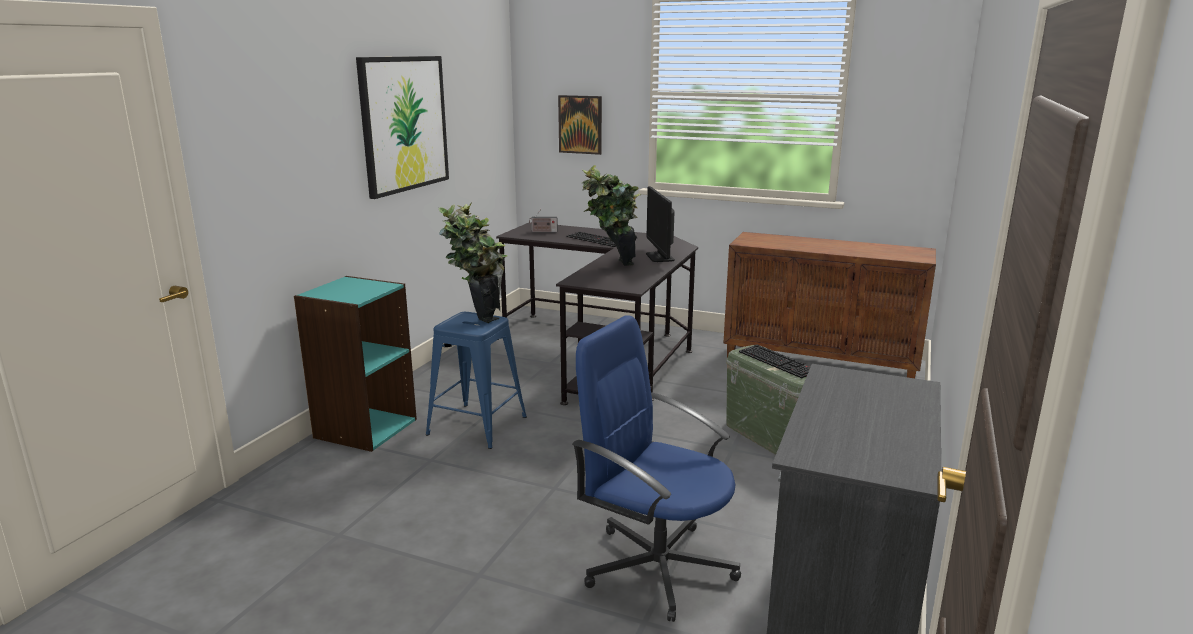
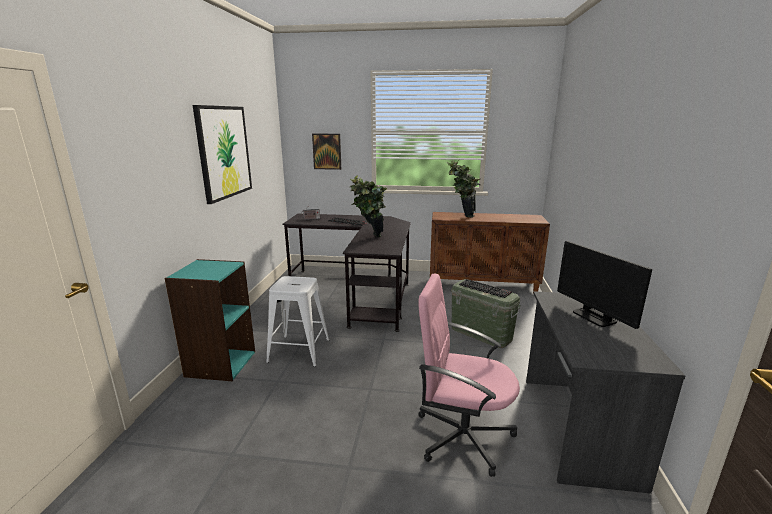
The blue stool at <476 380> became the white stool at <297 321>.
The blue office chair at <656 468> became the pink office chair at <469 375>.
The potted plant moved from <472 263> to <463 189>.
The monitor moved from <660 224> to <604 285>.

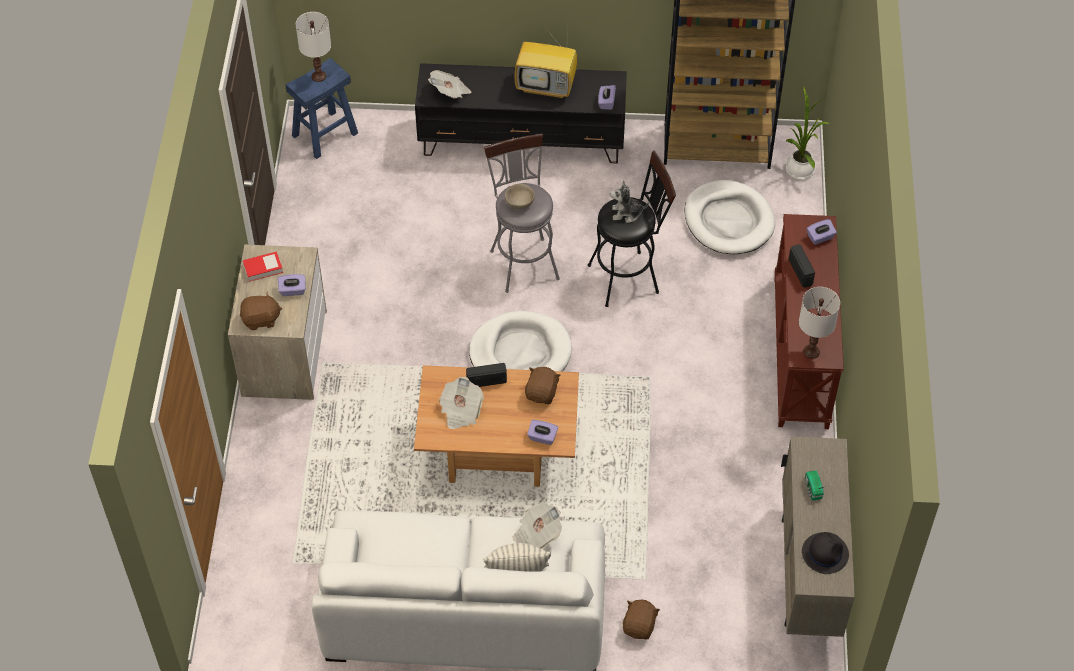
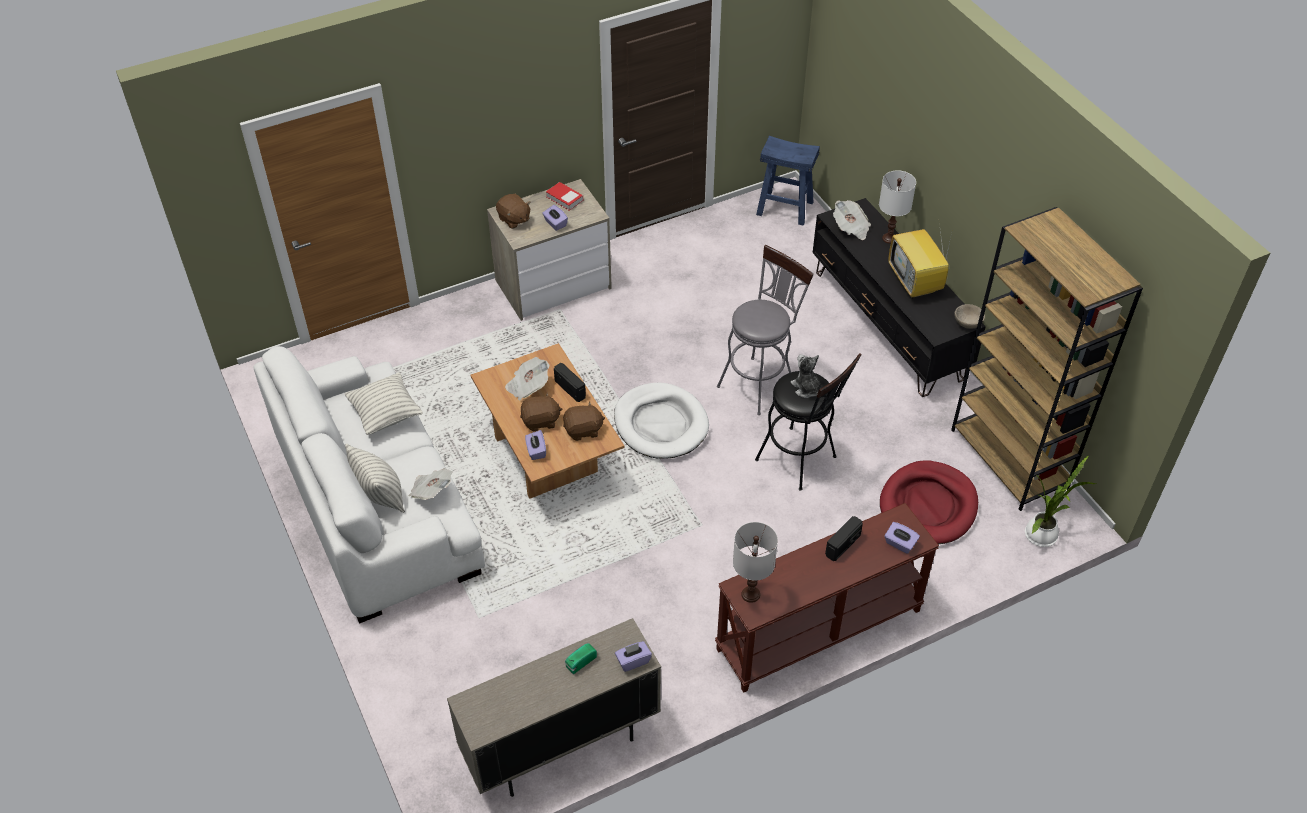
The pillow at <383 403> appeared.
The brown plush toy moved from <641 619> to <541 411>.
The purple tissue box moved from <607 97> to <633 656>.
The white table lamp moved from <313 47> to <897 207>.
The white dog bed at <729 217> became the red dog bed at <929 502>.
The beige bowl moved from <519 196> to <969 316>.
The black hat at <825 553> disappeared.

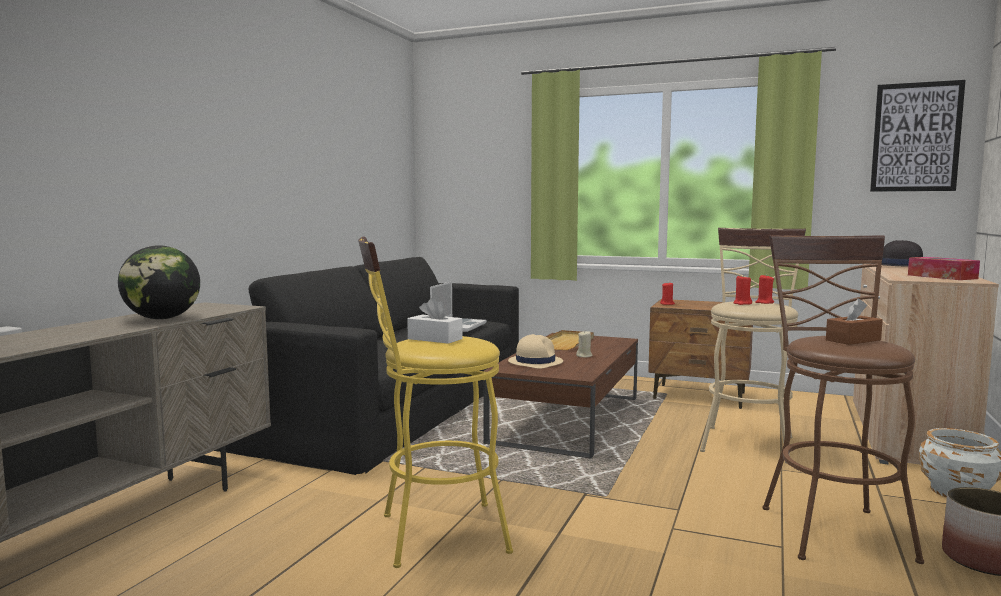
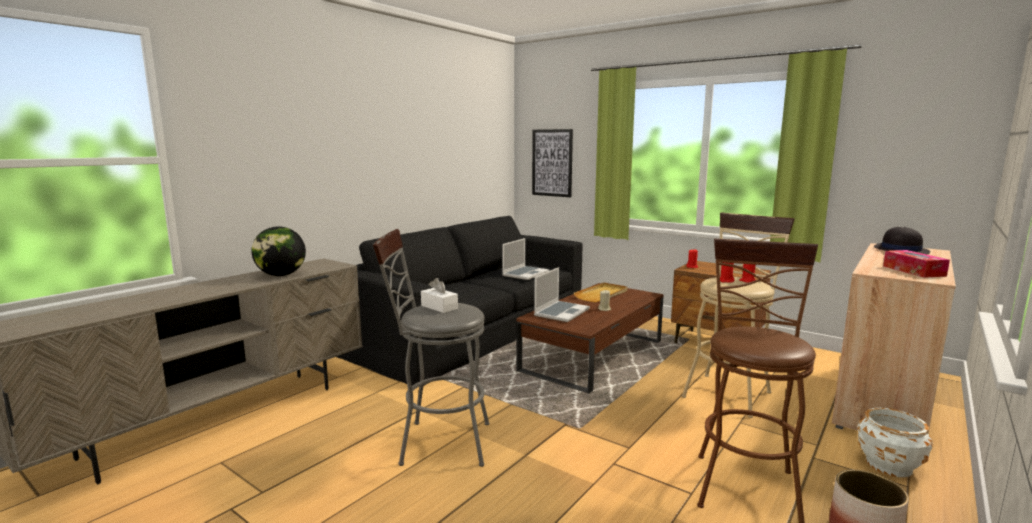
The yellow stool at <435 402> became the grey stool at <431 348>.
The picture moved from <917 136> to <552 163>.
The beige hat at <535 351> was replaced by the laptop at <562 294>.
The brown tissue box at <854 322> disappeared.

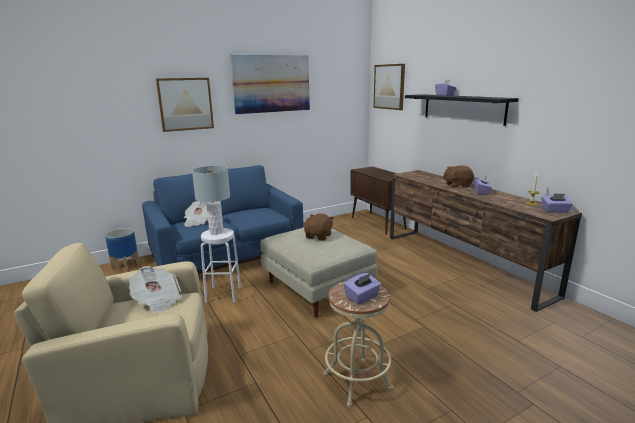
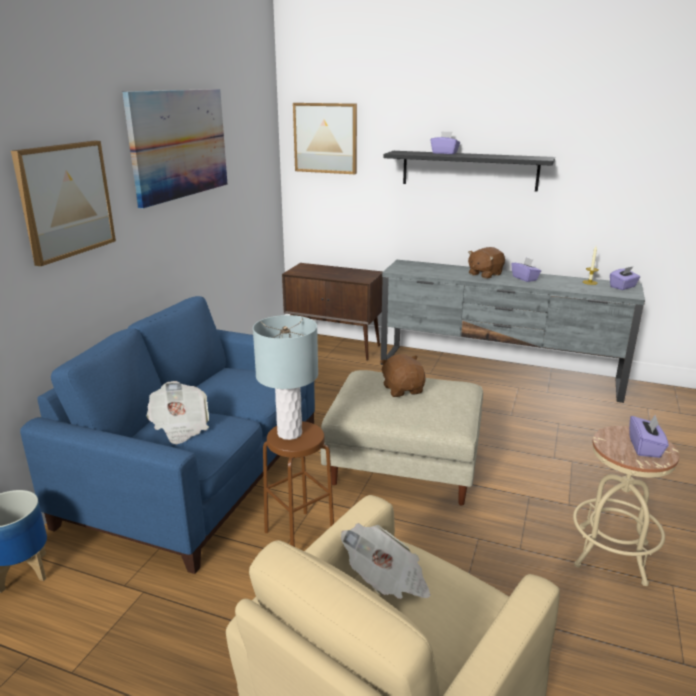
The white stool at <221 265> became the brown stool at <298 484>.
The brown tv stand at <486 241> became the grey tv stand at <513 331>.

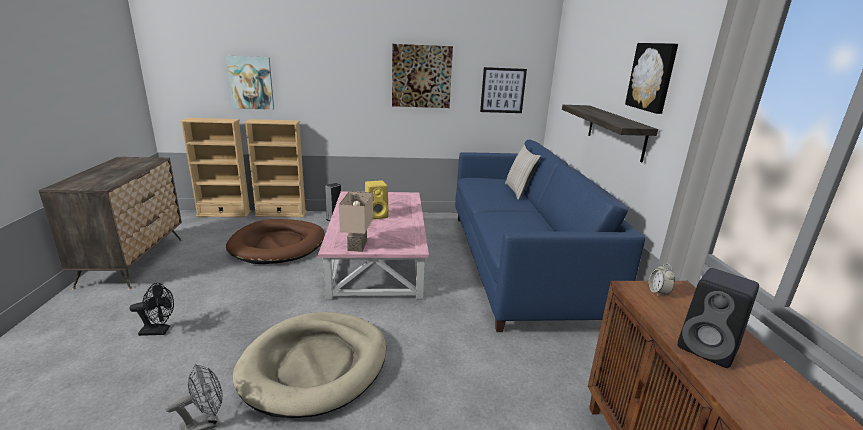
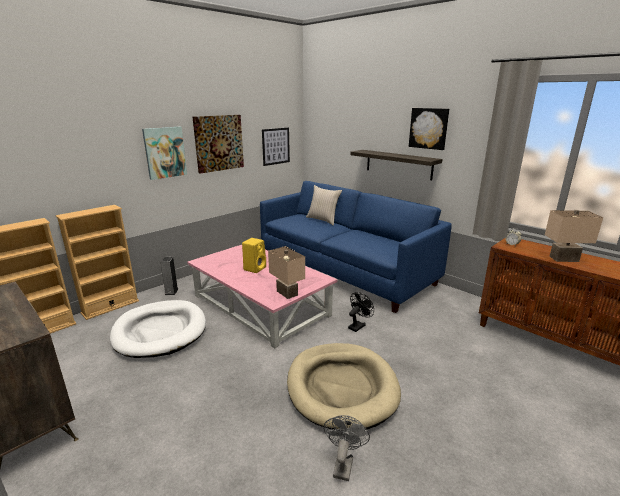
The brown dog bed at <275 241> became the white dog bed at <158 329>.
The picture moved from <250 83> to <164 153>.
The black fan moved from <151 309> to <361 312>.
The black speaker at <718 318> was replaced by the beige table lamp at <574 236>.

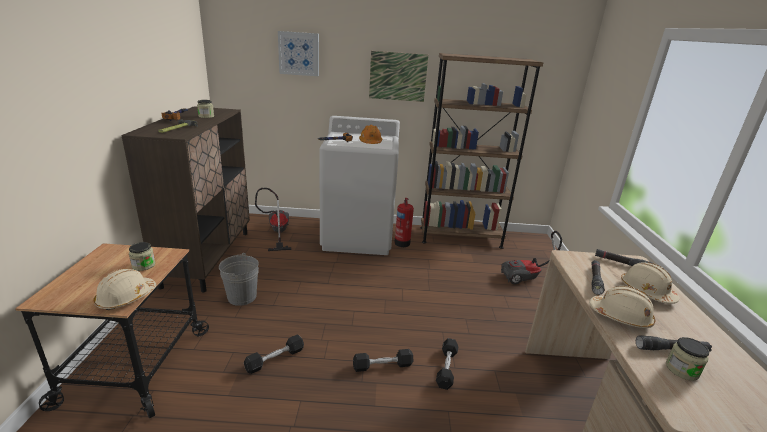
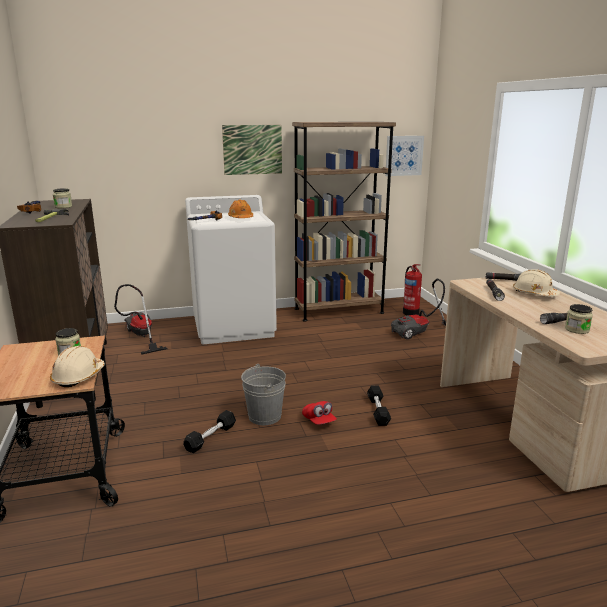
The grey bucket moved from <239 279> to <263 394>.
The black dumbbell at <383 360> was replaced by the red cap at <319 413>.
The picture moved from <298 53> to <404 156>.
The fire extinguisher moved from <404 222> to <412 290>.
The beige hard hat at <622 307> disappeared.

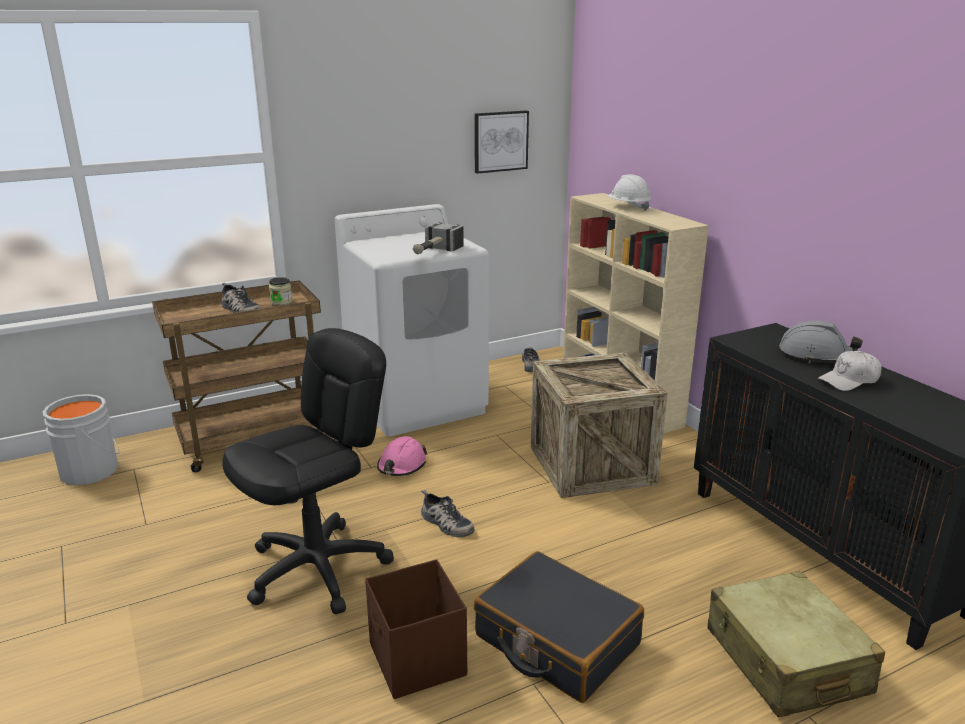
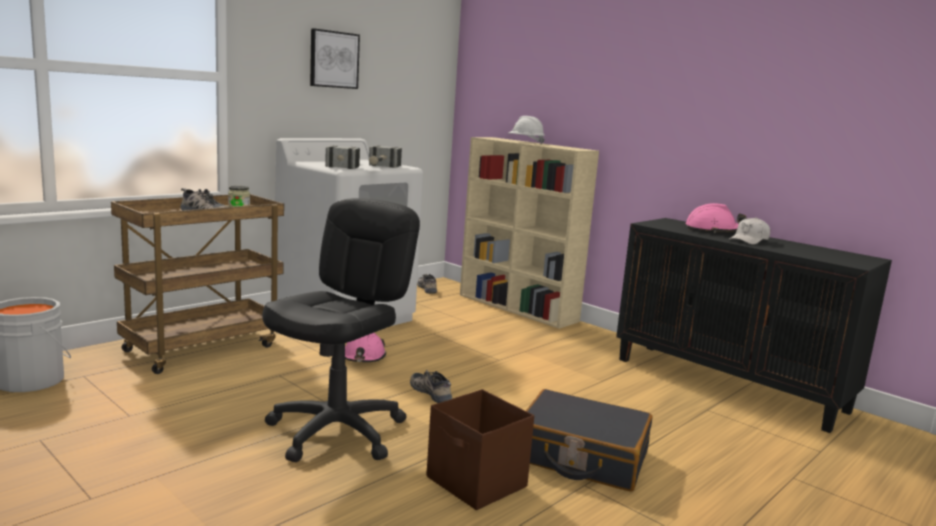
The picture moved from <501 142> to <335 58>.
The hammer at <342 157> appeared.
The shoe at <448 514> turned 150 degrees counterclockwise.
The grey hard hat at <821 342> became the pink hard hat at <716 218>.
The crate at <599 425> disappeared.
The beige suitcase at <796 644> disappeared.

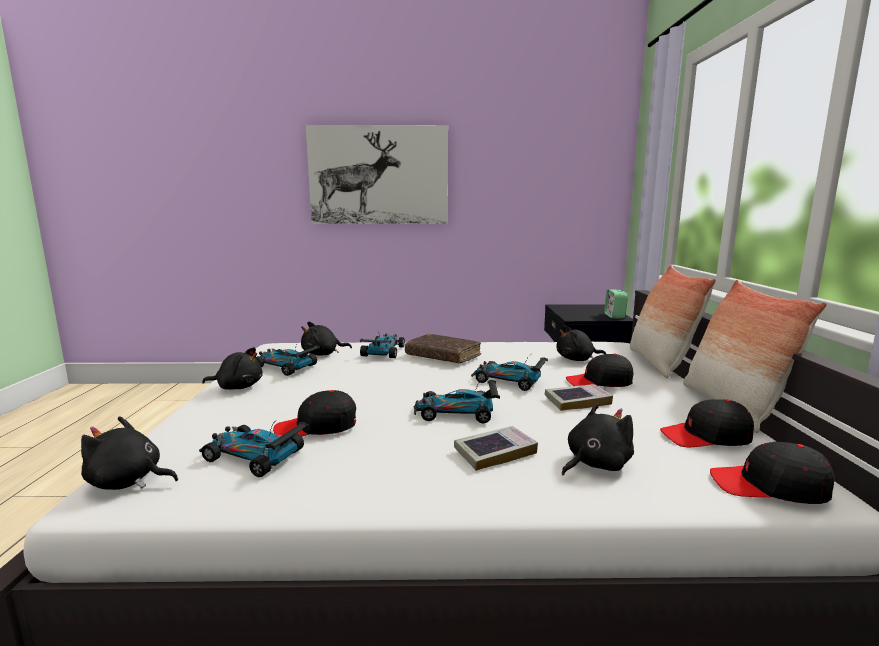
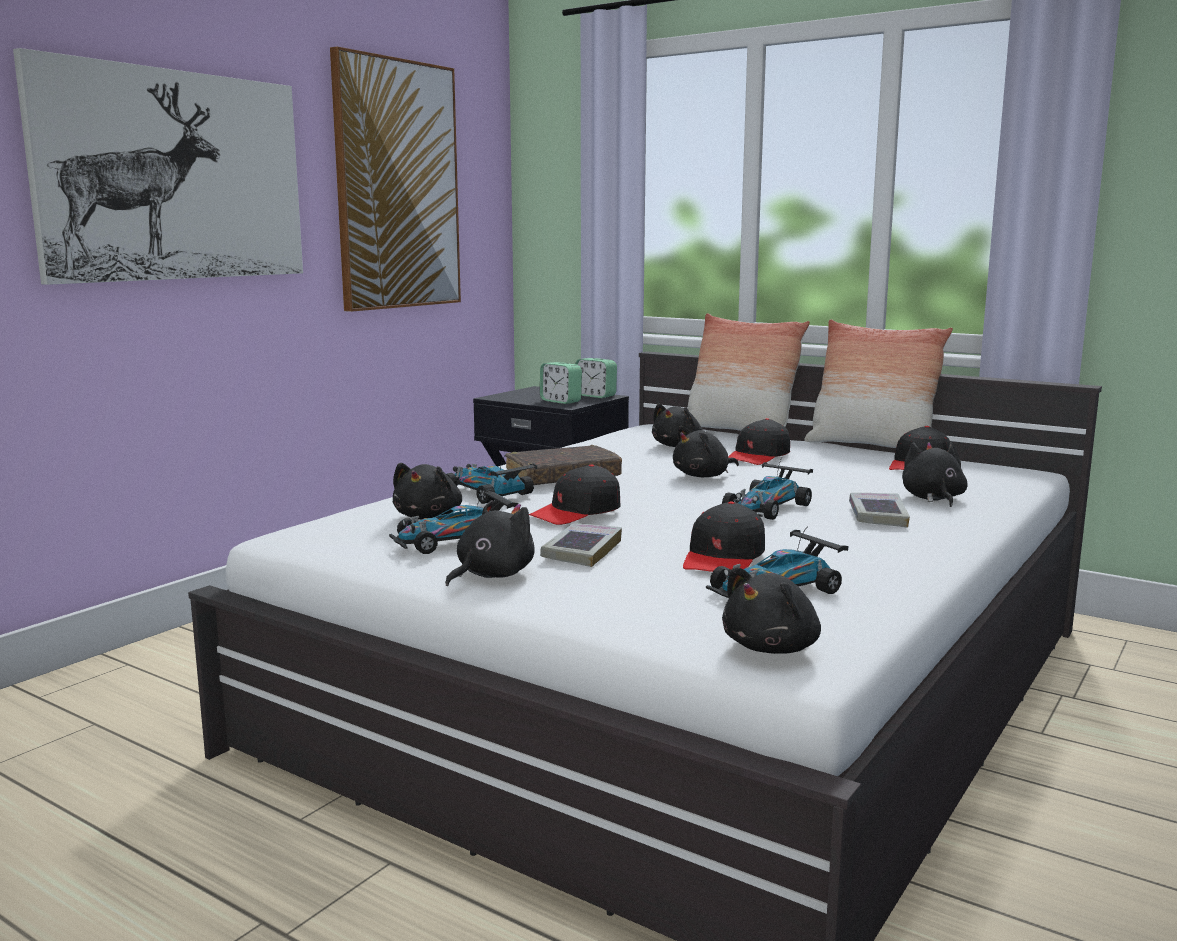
The picture at <395 179> appeared.
The black cap moved from <772 473> to <575 494>.
The alarm clock at <561 383> appeared.
The book moved from <579 397> to <581 545>.
The toy car at <509 372> was replaced by the black plush toy at <706 451>.

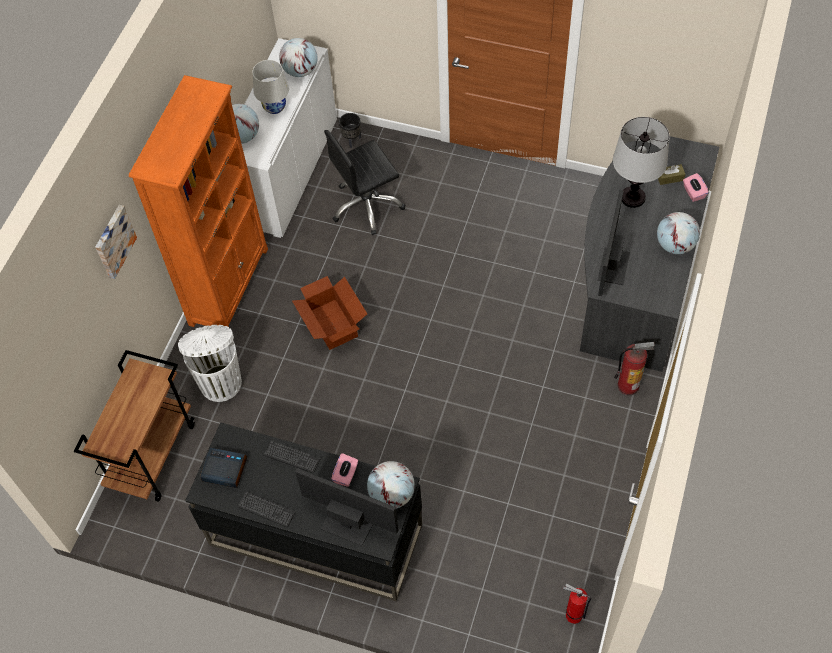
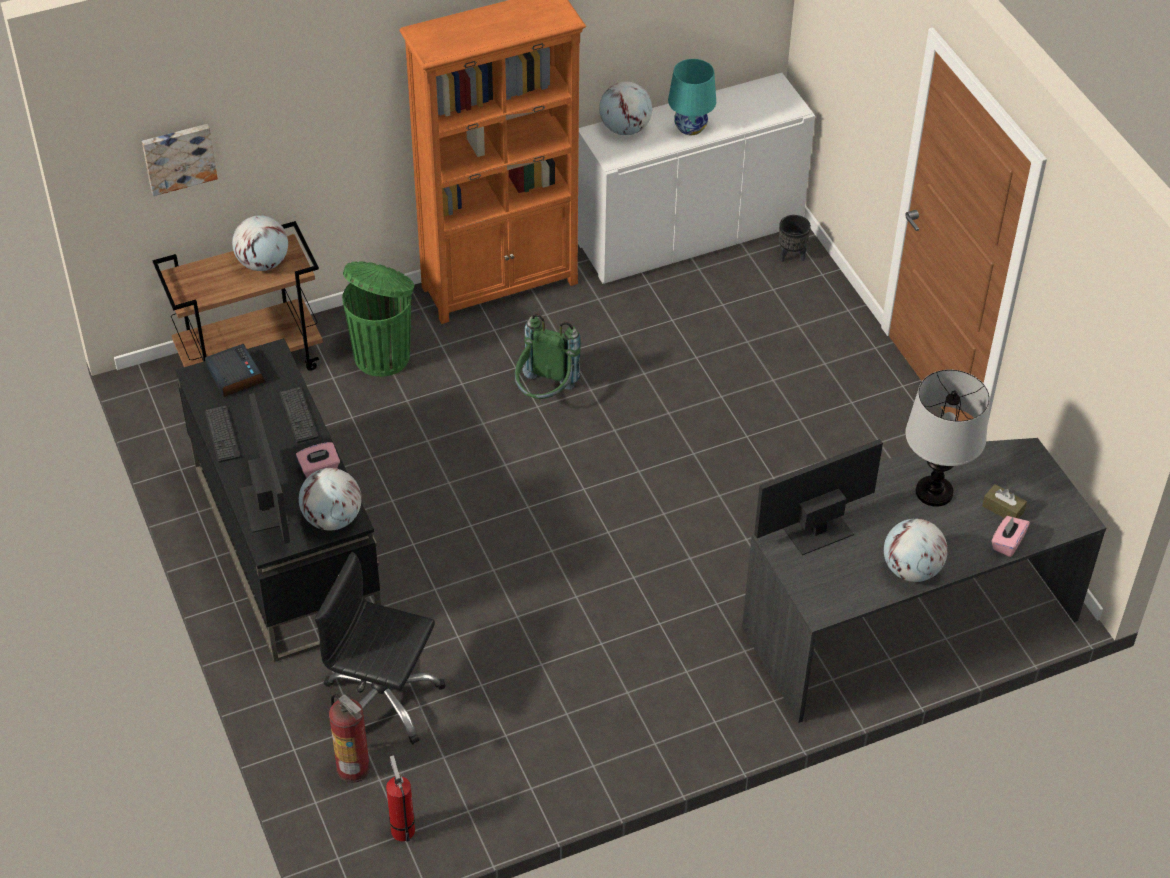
The picture moved from <116 242> to <180 160>.
The globe moved from <298 57> to <260 243>.
The black office chair moved from <364 182> to <380 648>.
The fire extinguisher moved from <634 368> to <349 738>.
The white trash can at <210 363> became the green trash can at <378 319>.
The cardboard box at <329 313> was replaced by the green backpack at <548 356>.
The white table lamp at <271 87> became the turquoise table lamp at <692 97>.

